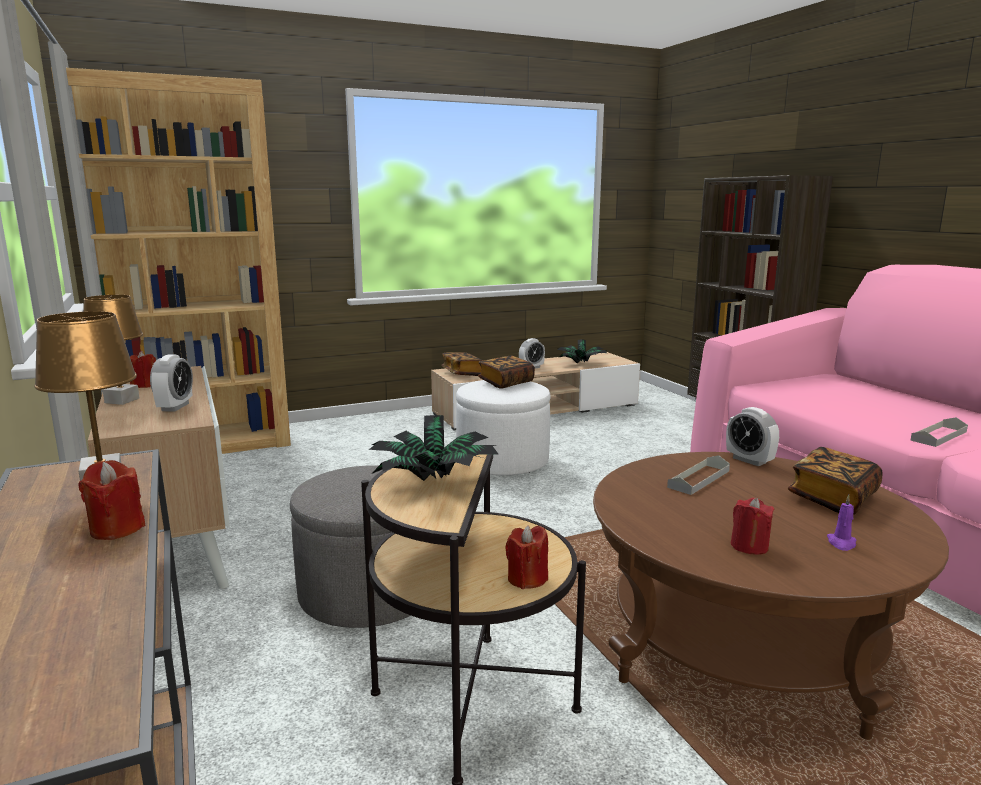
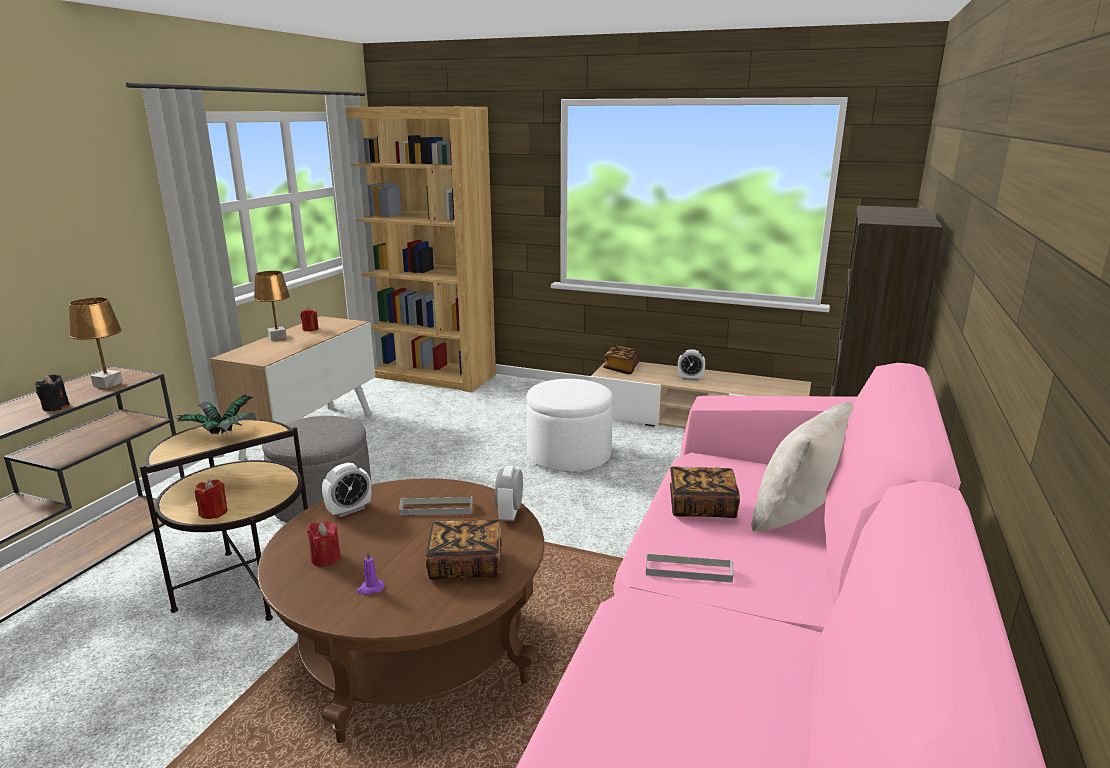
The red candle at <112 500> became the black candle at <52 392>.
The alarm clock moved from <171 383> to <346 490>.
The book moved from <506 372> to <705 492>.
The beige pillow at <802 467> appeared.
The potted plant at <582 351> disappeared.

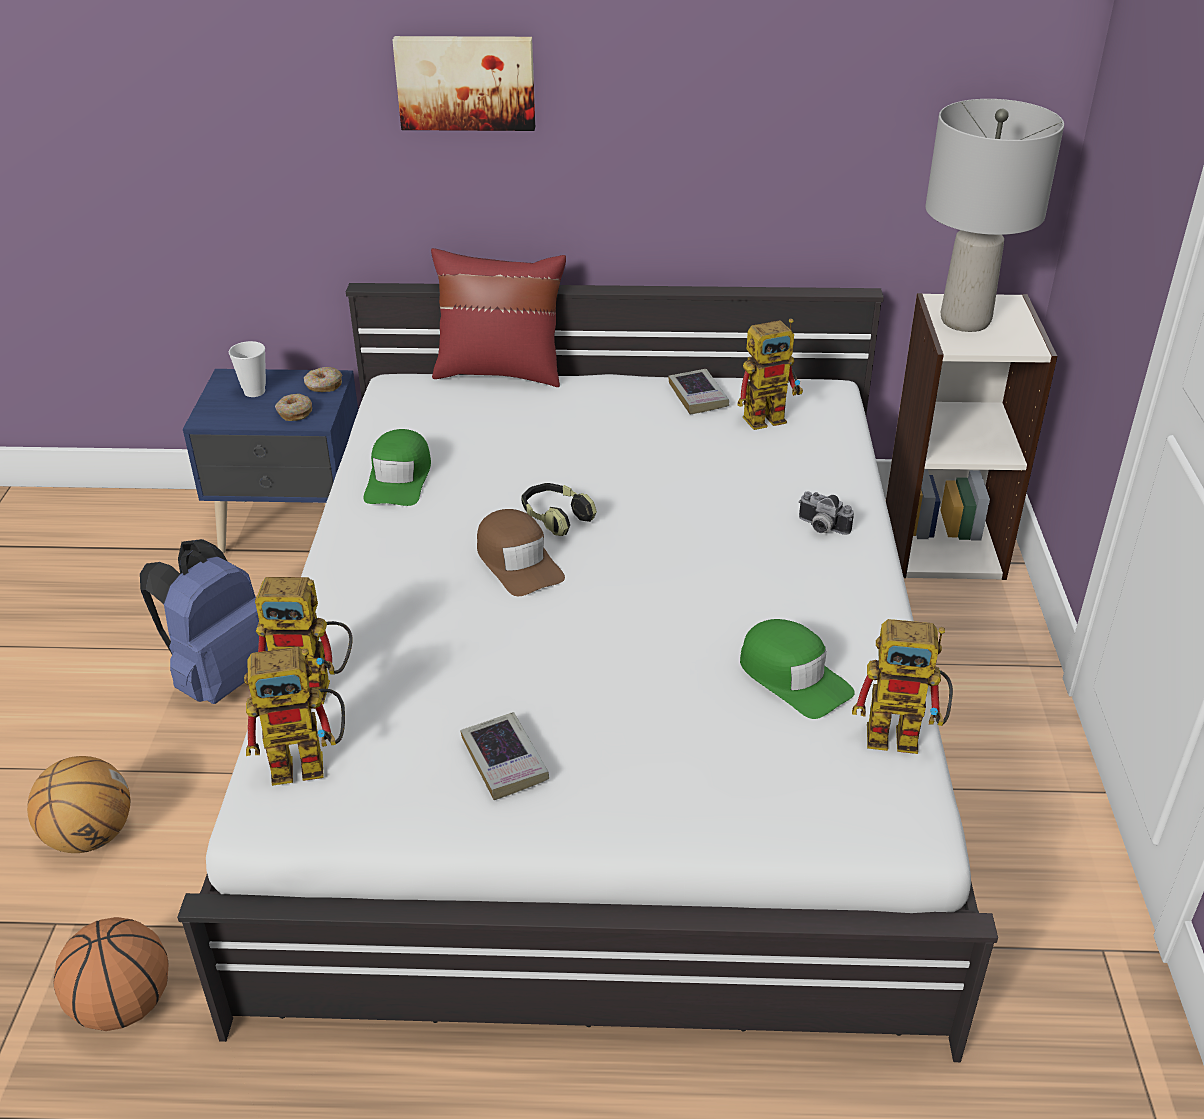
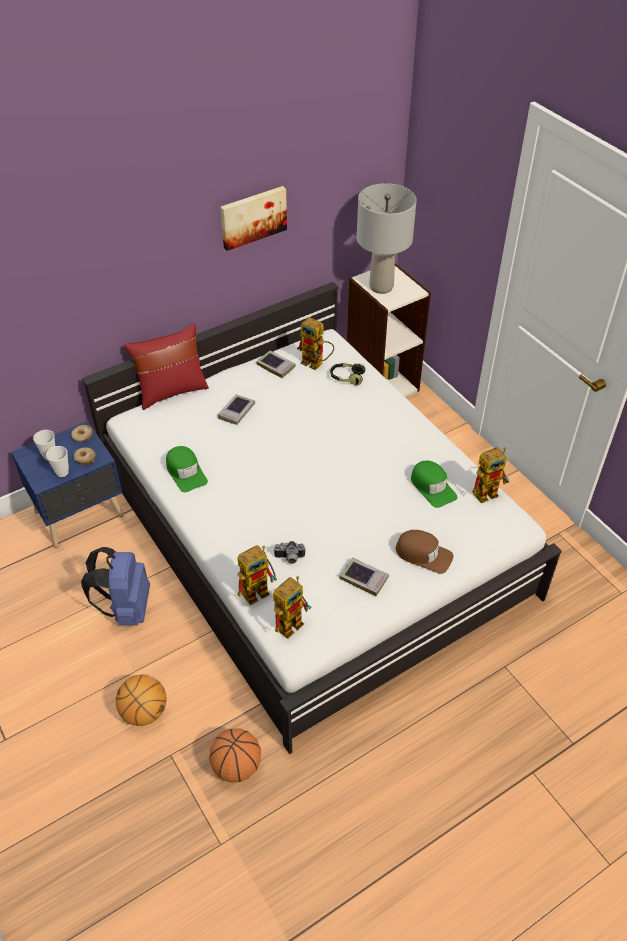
The cup at <57 461> appeared.
The book at <236 409> appeared.
The picture moved from <464 83> to <253 218>.
The photo camera moved from <826 513> to <290 552>.
The toy robot at <770 374> turned 90 degrees clockwise.
The headphones moved from <559 509> to <348 374>.
The brown cap moved from <521 552> to <424 552>.
The green cap at <797 669> turned 45 degrees clockwise.

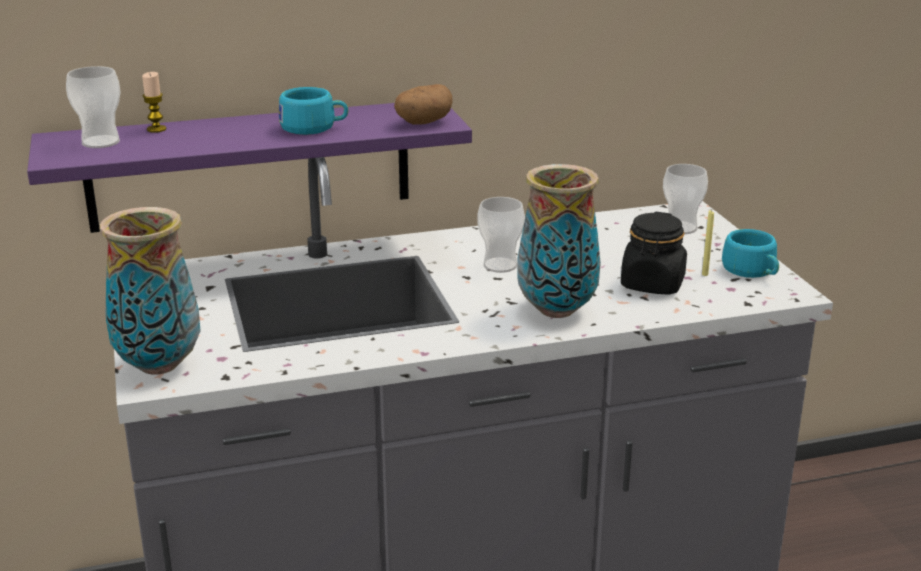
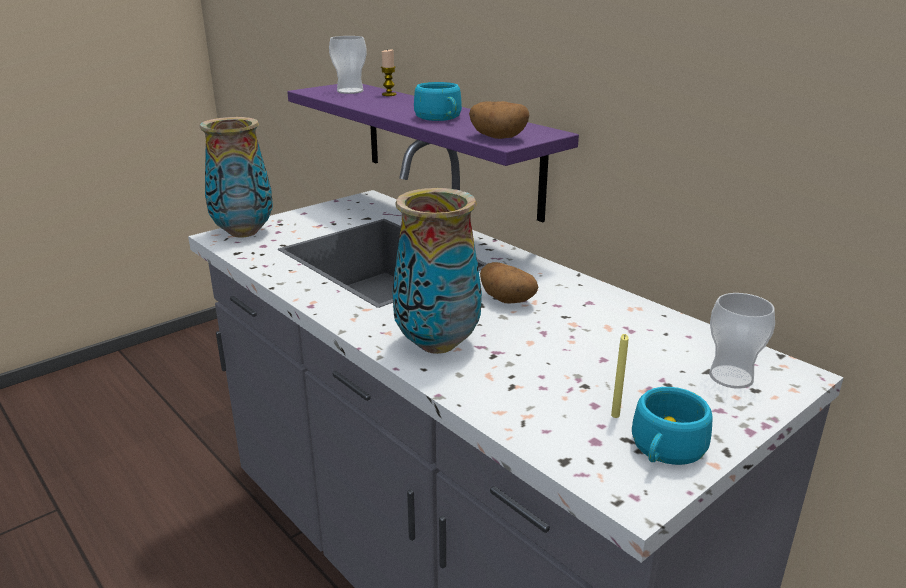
The cup at <501 235> was replaced by the potato at <509 282>.
The black jar at <654 253> disappeared.

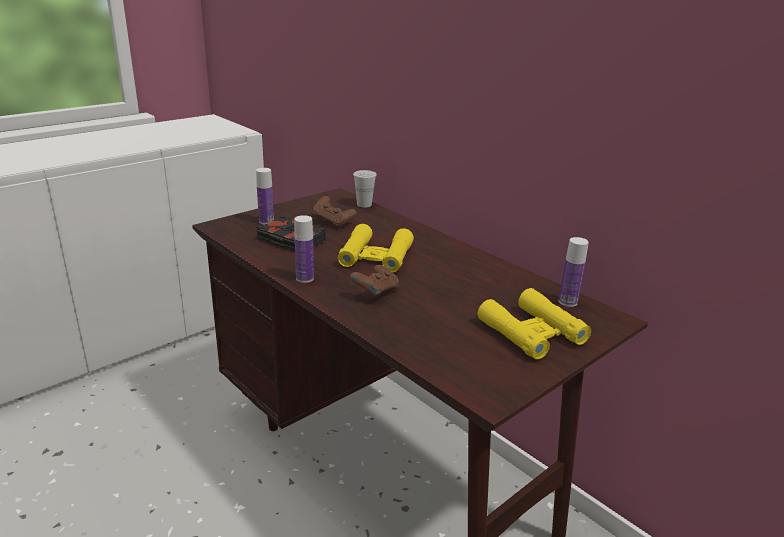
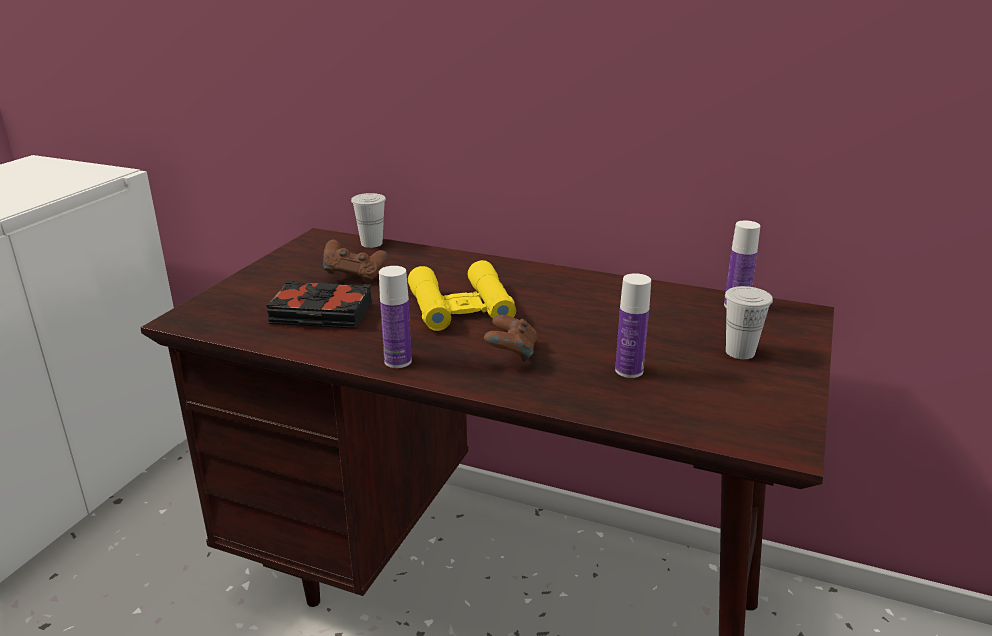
The bottle moved from <265 196> to <633 325>.
The yellow binoculars at <534 323> was replaced by the white cup at <749 322>.

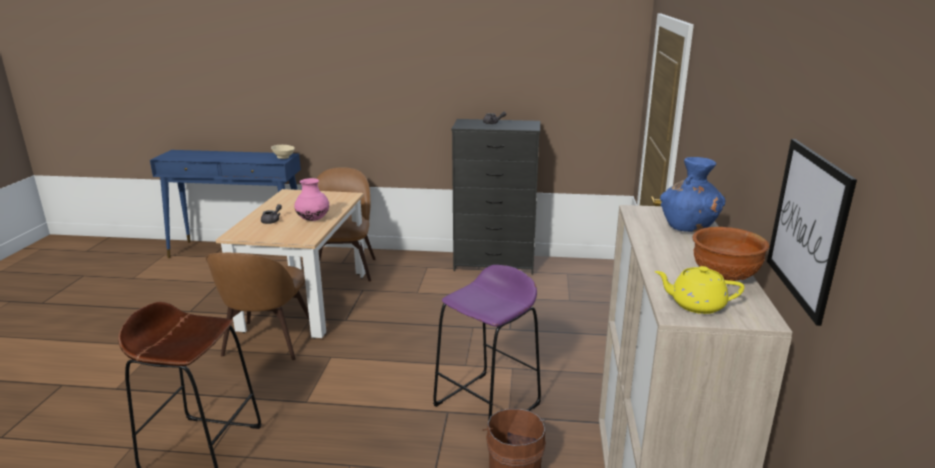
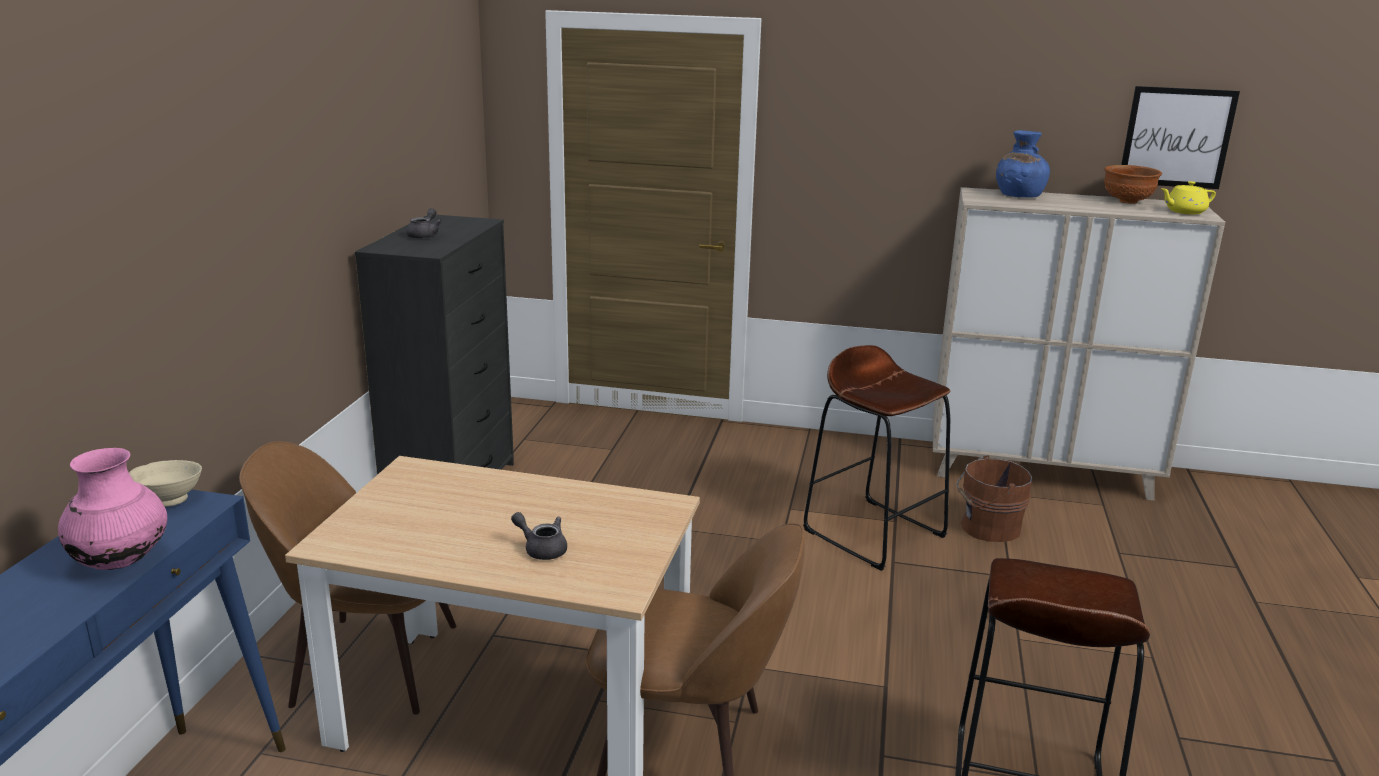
The pink vase moved from <311 199> to <112 509>.
The purple stool at <487 343> became the brown stool at <876 458>.
The yellow teapot at <699 290> turned 60 degrees clockwise.

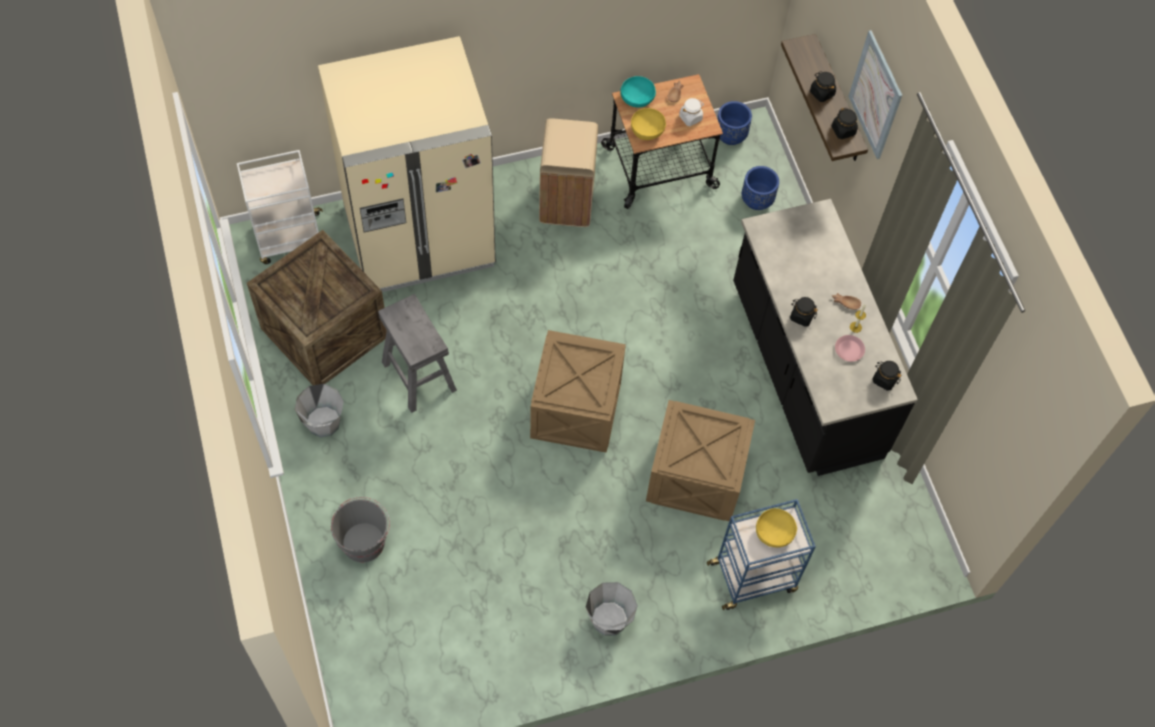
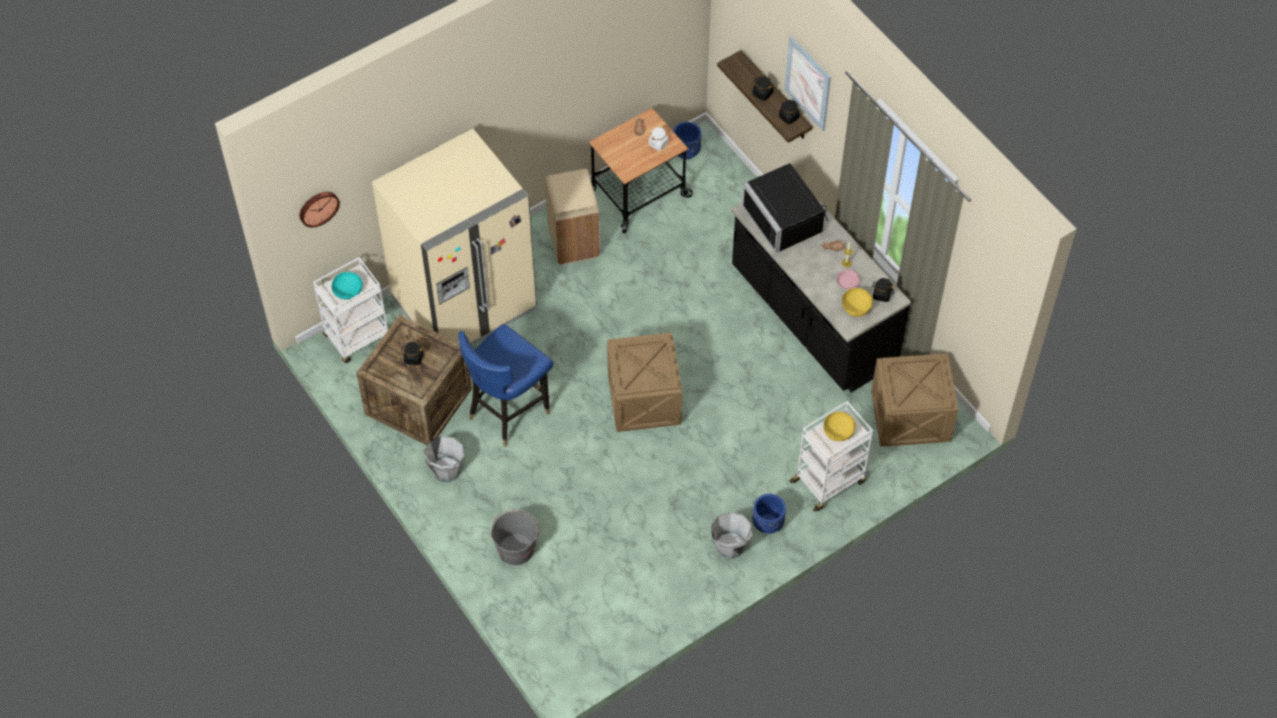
The wall clock at <320 209> appeared.
The turquoise bowl moved from <638 92> to <347 286>.
The black jar moved from <804 312> to <412 353>.
The grey stool at <417 353> was replaced by the blue chair at <505 385>.
The black microwave at <785 208> appeared.
The blue planter moved from <760 188> to <769 514>.
The blue cart at <761 554> became the white cart at <831 456>.
The yellow bowl moved from <648 124> to <857 302>.
The crate moved from <700 460> to <915 400>.

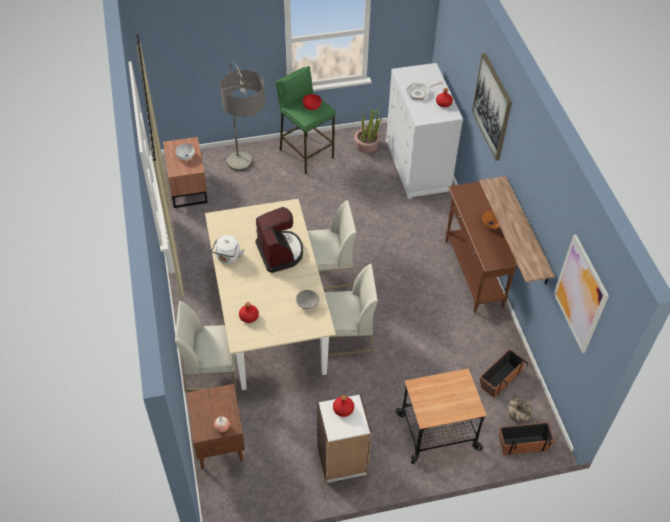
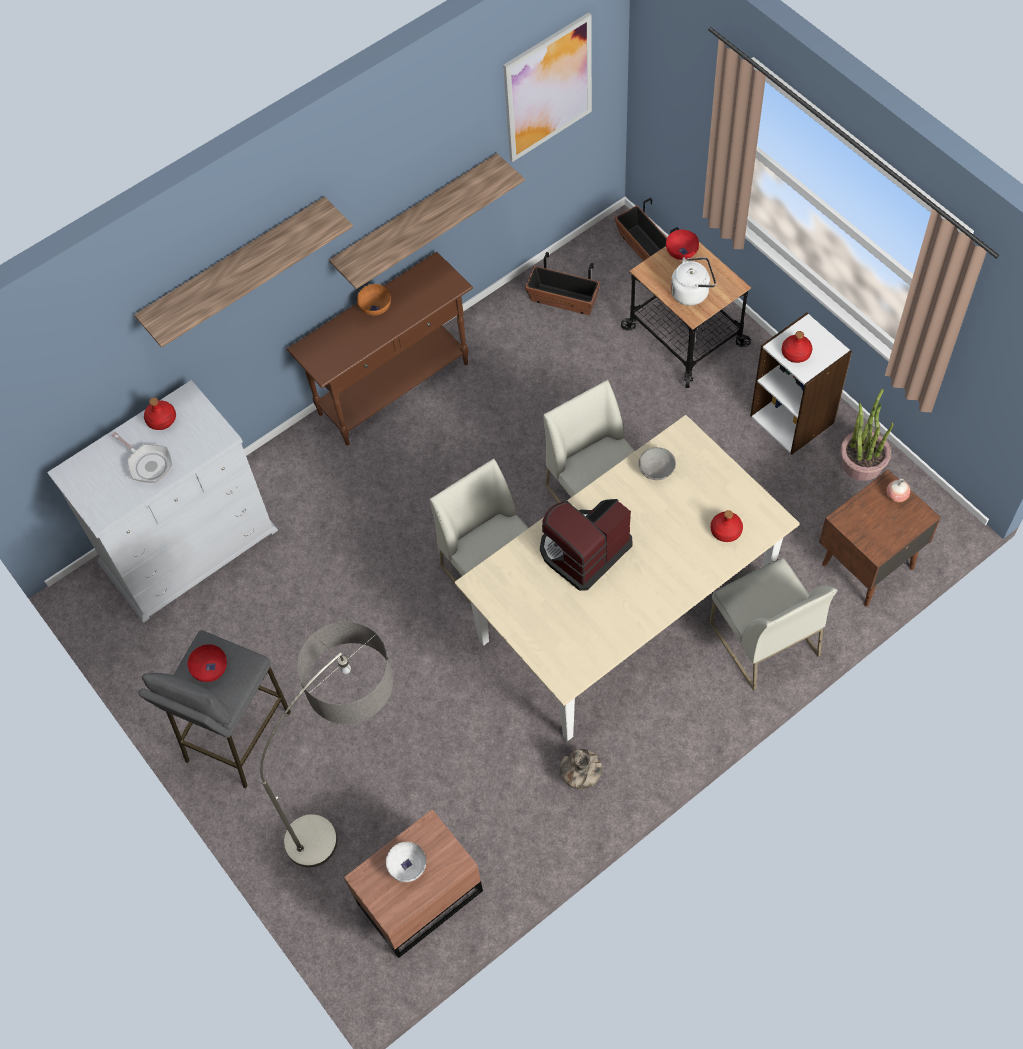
The picture at <492 107> was replaced by the shelf at <243 272>.
The green stool at <306 120> became the grey stool at <215 709>.
The vase moved from <520 410> to <581 769>.
The red bowl at <682 244> appeared.
The white kettle moved from <228 249> to <693 281>.
The potted plant moved from <368 131> to <866 434>.

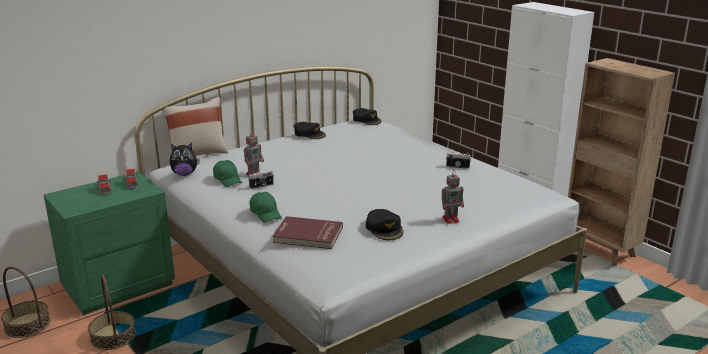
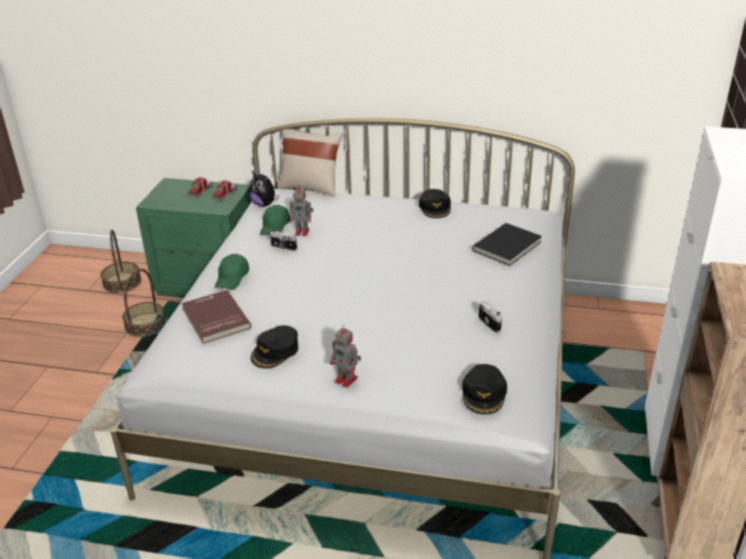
The black cap moved from <367 116> to <484 389>.
The black book at <507 244> appeared.

